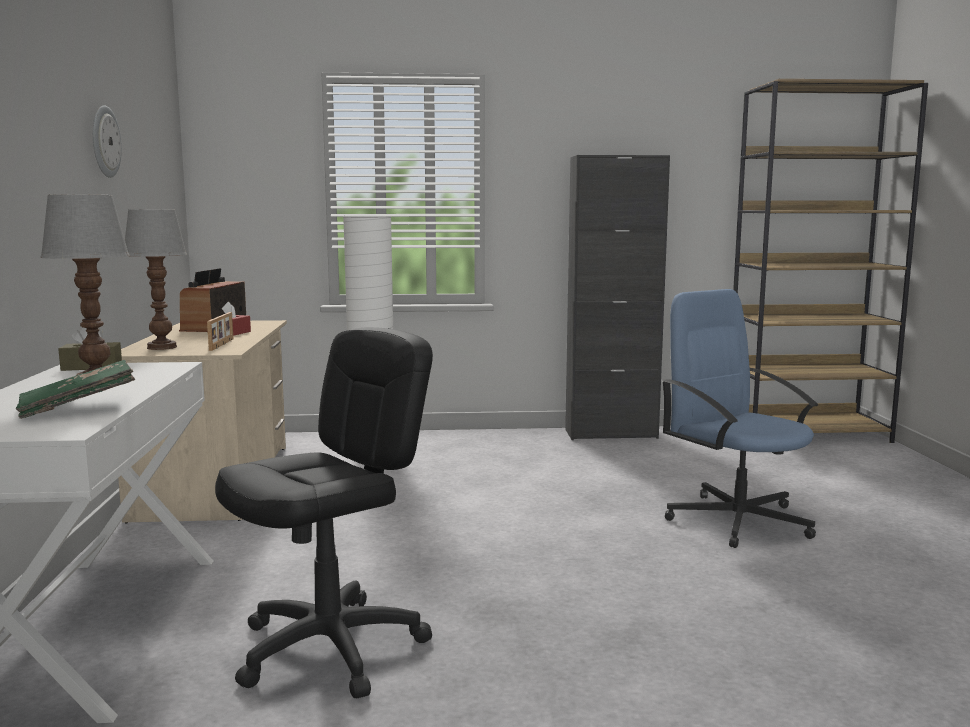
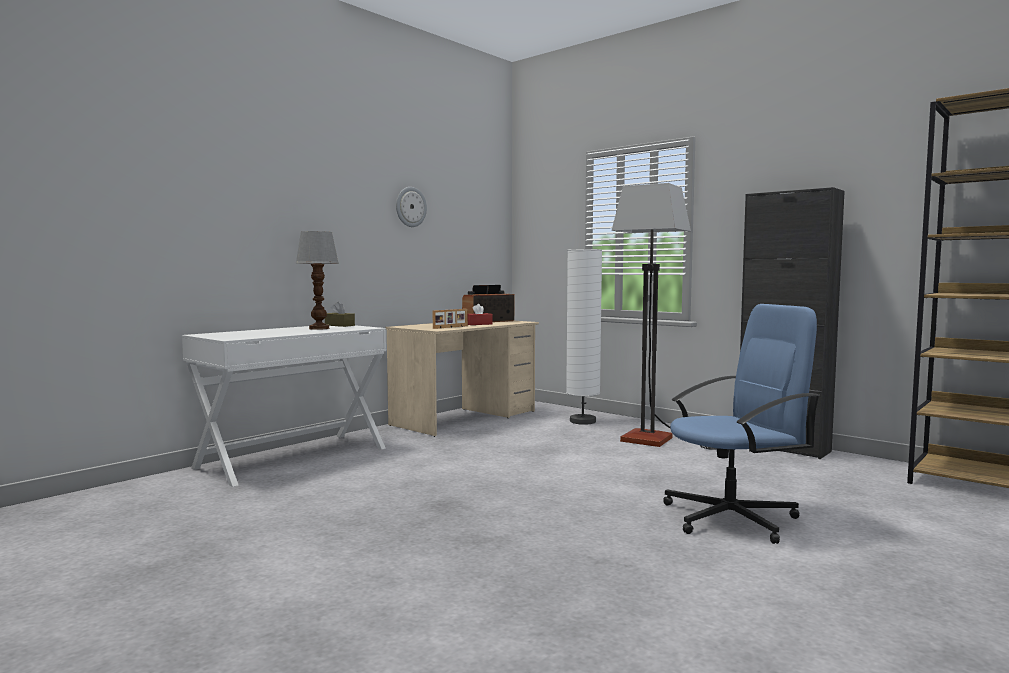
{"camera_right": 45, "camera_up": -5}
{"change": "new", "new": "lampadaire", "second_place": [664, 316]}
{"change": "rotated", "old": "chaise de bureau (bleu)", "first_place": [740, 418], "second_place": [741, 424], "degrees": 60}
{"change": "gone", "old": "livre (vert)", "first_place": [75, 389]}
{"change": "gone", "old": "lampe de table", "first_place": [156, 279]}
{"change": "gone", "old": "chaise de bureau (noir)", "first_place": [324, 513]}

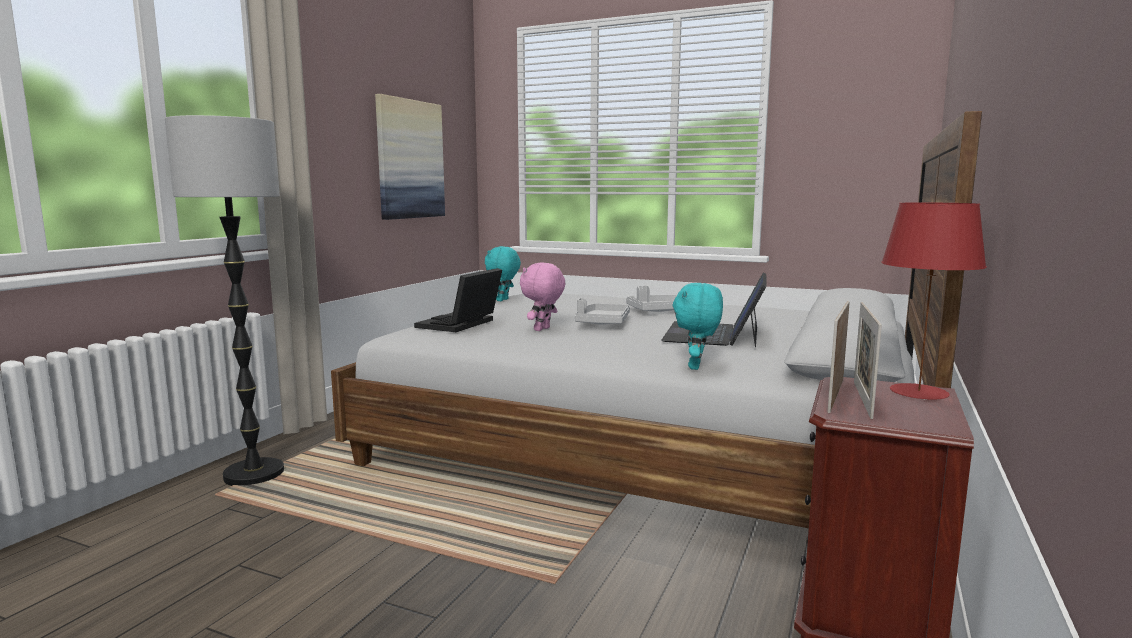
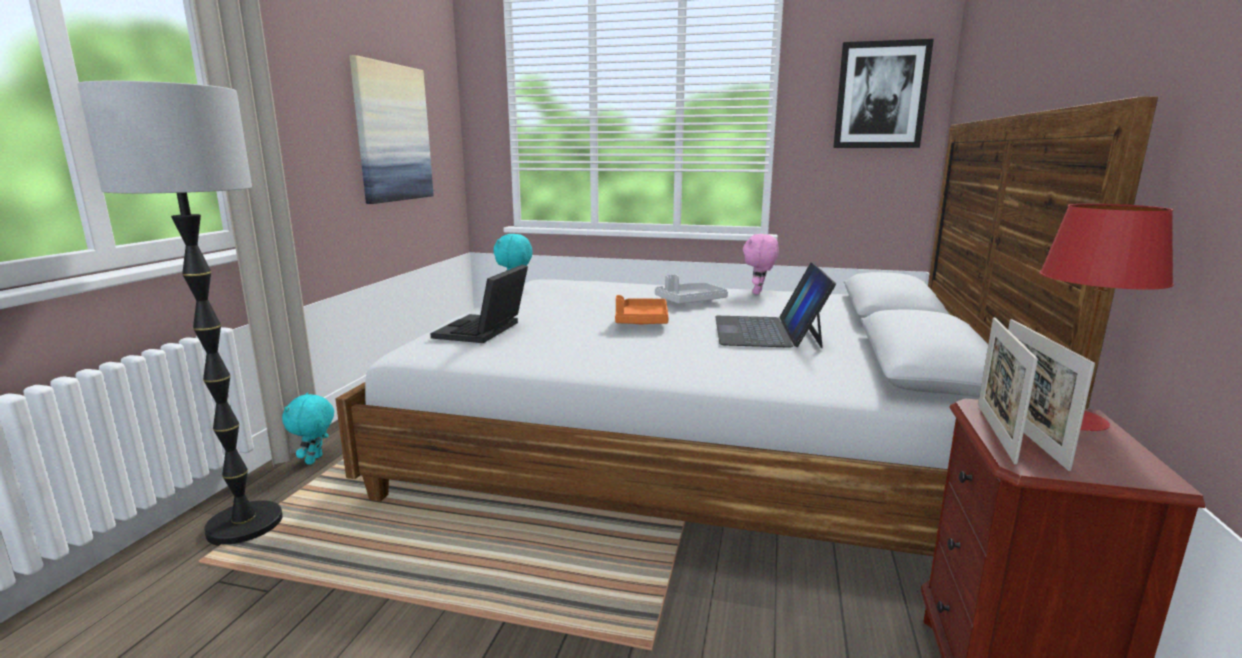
{"camera_right": -10, "camera_up": 5}
{"change": "shifted", "old": "peluche (turquoise)", "first_place": [698, 326], "second_place": [308, 428]}
{"change": "repainted", "old": "plateau (gris)", "new": "plateau (orange)", "first_place": [602, 311], "second_place": [642, 309]}
{"change": "shifted", "old": "peluche (rose)", "first_place": [542, 297], "second_place": [761, 264]}
{"change": "new", "new": "tableau", "second_place": [883, 93]}

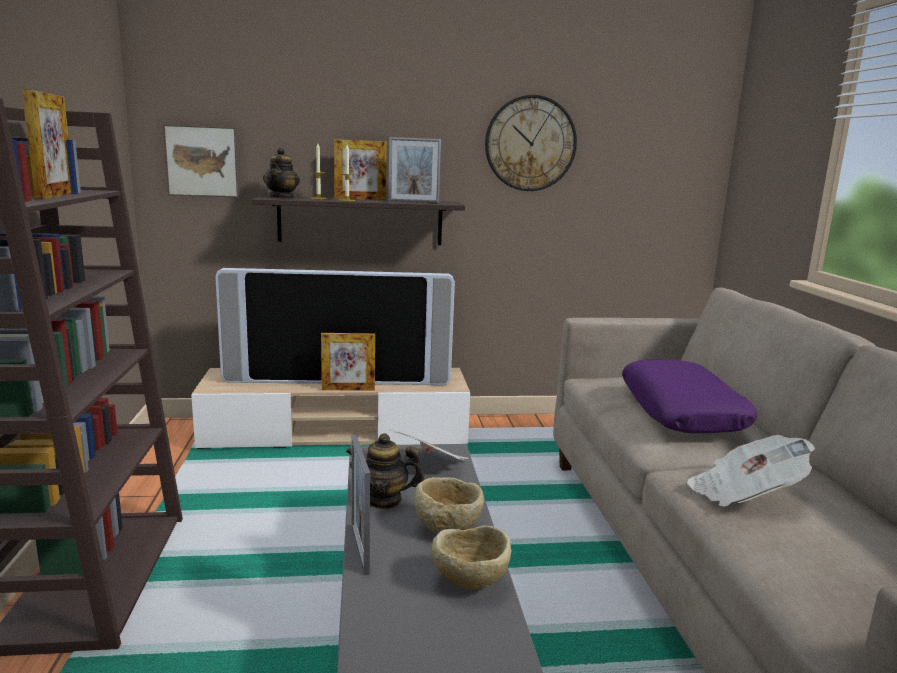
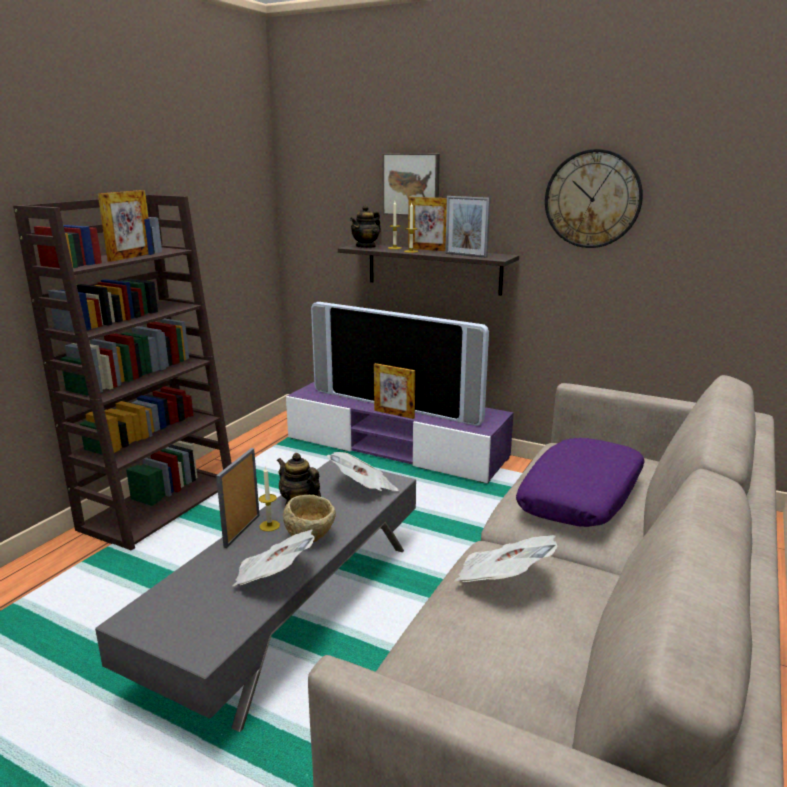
{"camera_right": 35, "camera_up": 5}
{"change": "swapped", "old": "bol (beige)", "new": "journal", "first_place": [472, 557], "second_place": [273, 558]}
{"change": "new", "new": "bougie", "second_place": [269, 499]}
{"change": "repainted", "old": "meuble télé (beige)", "new": "meuble télé (violet)", "first_place": [330, 408], "second_place": [400, 433]}
{"change": "shifted", "old": "tableau", "first_place": [201, 161], "second_place": [411, 184]}

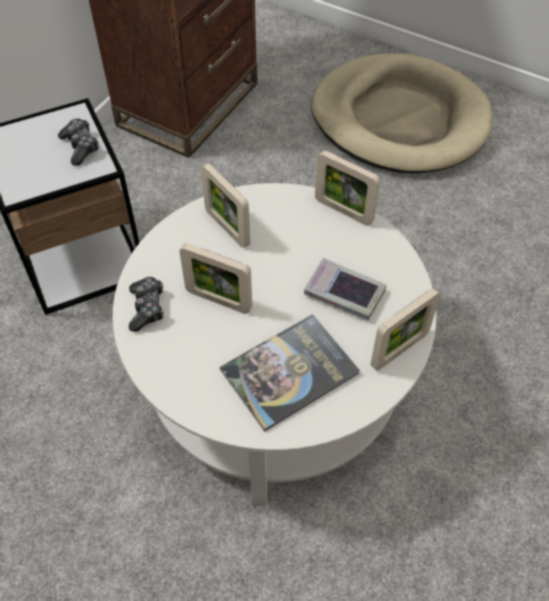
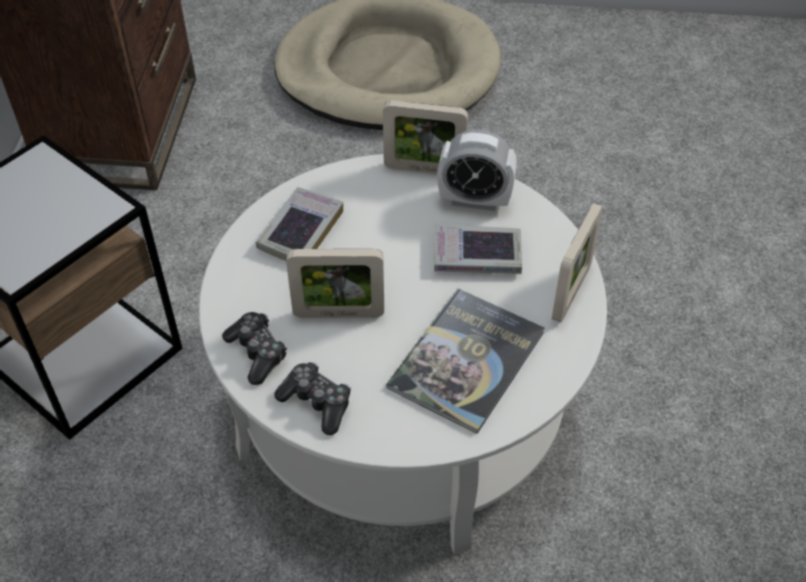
{"camera_right": -25, "camera_up": -5}
{"change": "swapped", "old": "cadre photo", "new": "livre", "first_place": [225, 205], "second_place": [299, 224]}
{"change": "shifted", "old": "manette", "first_place": [78, 142], "second_place": [312, 398]}
{"change": "new", "new": "réveil", "second_place": [477, 170]}

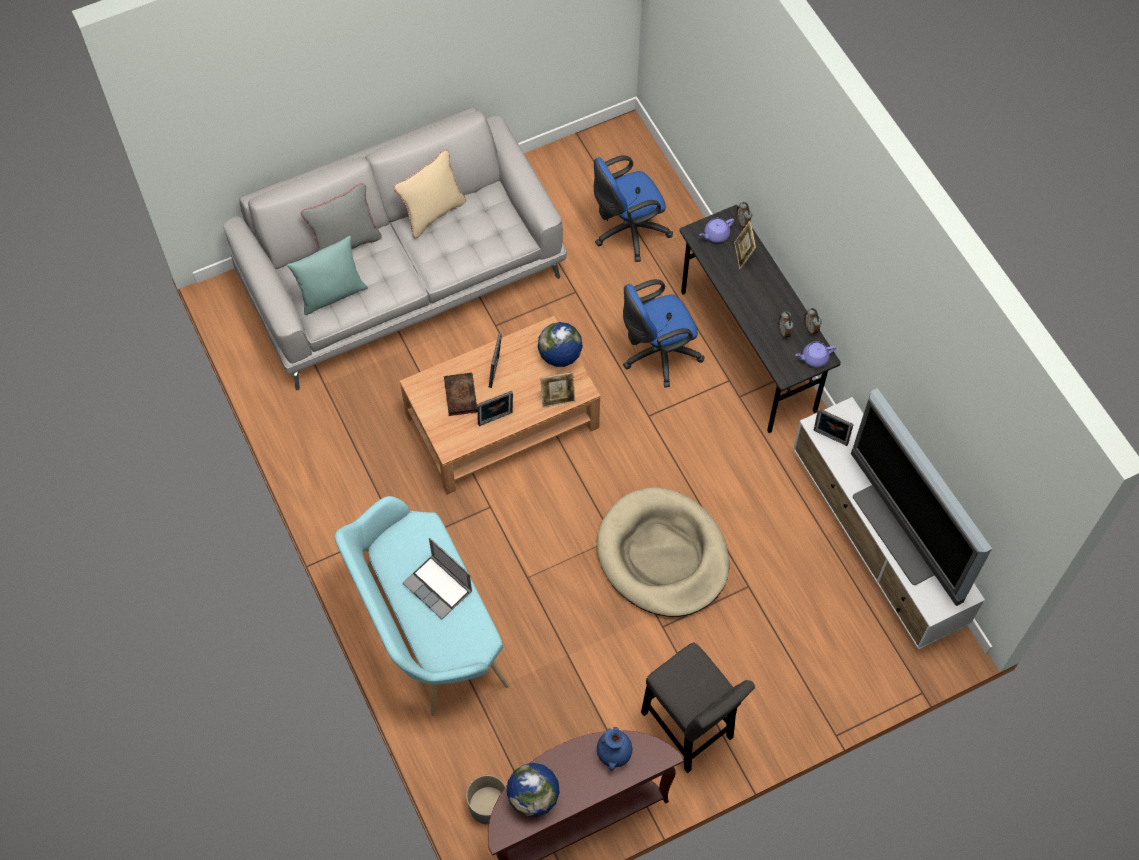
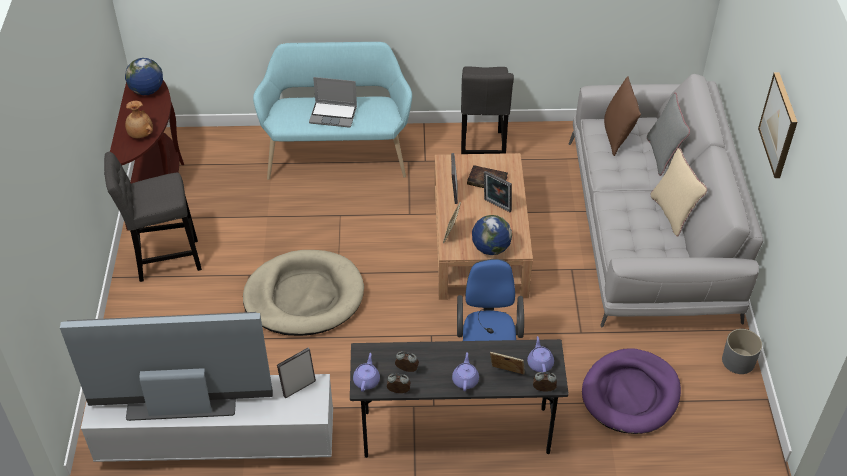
{"camera_right": 115, "camera_up": -15}
{"change": "repainted", "old": "vase (bleu)", "new": "vase (marron)", "first_place": [614, 749], "second_place": [139, 119]}
{"change": "rotated", "old": "ordinateur portable", "first_place": [437, 578], "second_place": [333, 102], "degrees": -150}
{"change": "new", "new": "théière (violet)", "second_place": [465, 371]}
{"change": "new", "new": "tabouret (gris)", "second_place": [487, 110]}
{"change": "swapped", "old": "chaise de bureau (bleu)", "new": "panier pour chien (violet)", "first_place": [633, 208], "second_place": [631, 391]}
{"change": "repainted", "old": "coussin (turquoise)", "new": "coussin (marron)", "first_place": [327, 275], "second_place": [622, 116]}
{"change": "shifted", "old": "cache-pot (gris)", "first_place": [486, 800], "second_place": [742, 351]}
{"change": "new", "new": "tableau", "second_place": [777, 125]}

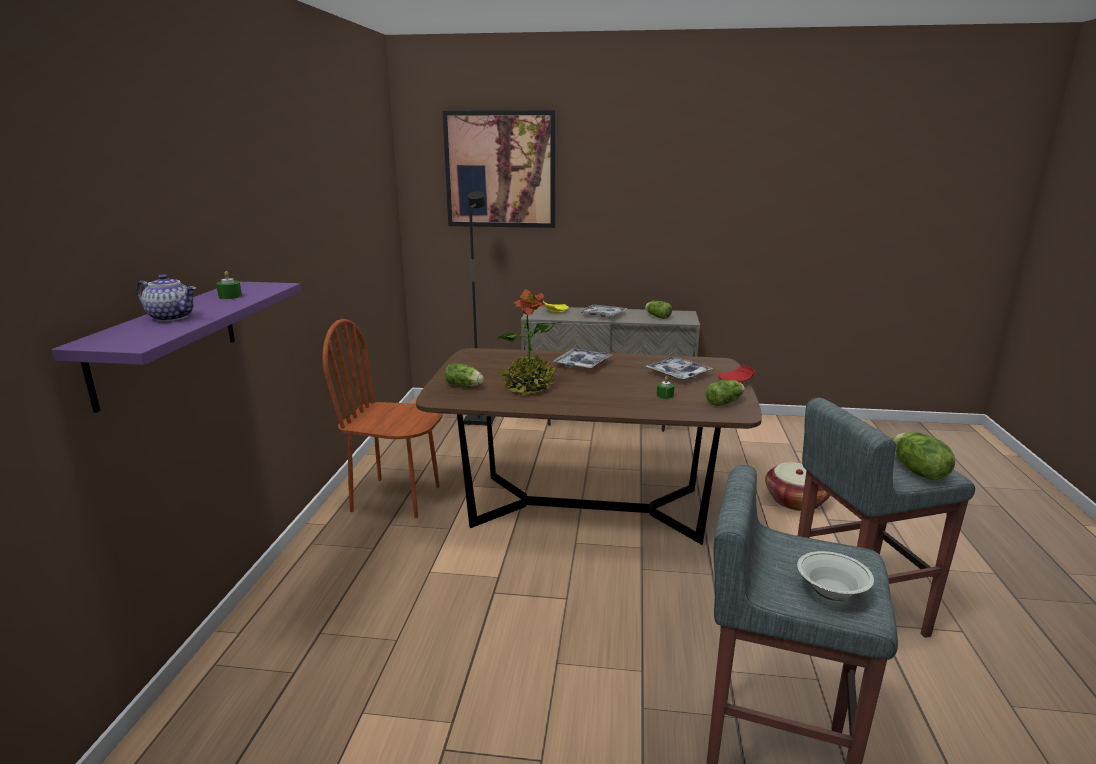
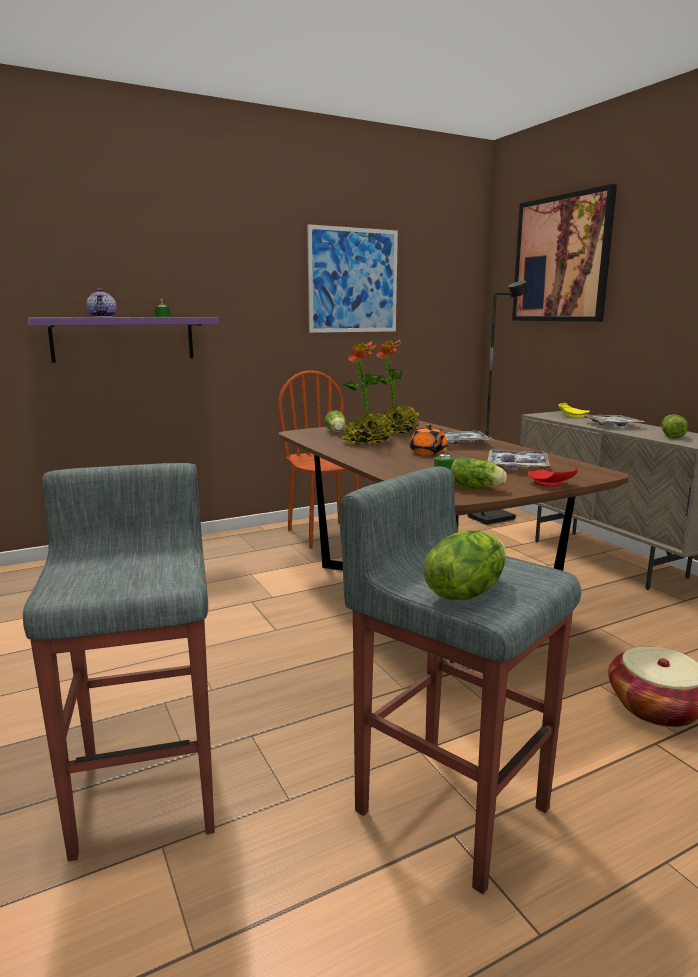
{"camera_right": 55, "camera_up": -5}
{"change": "new", "new": "tableau", "second_place": [352, 278]}
{"change": "new", "new": "plante en pot", "second_place": [398, 386]}
{"change": "new", "new": "théière (orange)", "second_place": [429, 439]}
{"change": "gone", "old": "bol (blanc)", "first_place": [835, 576]}

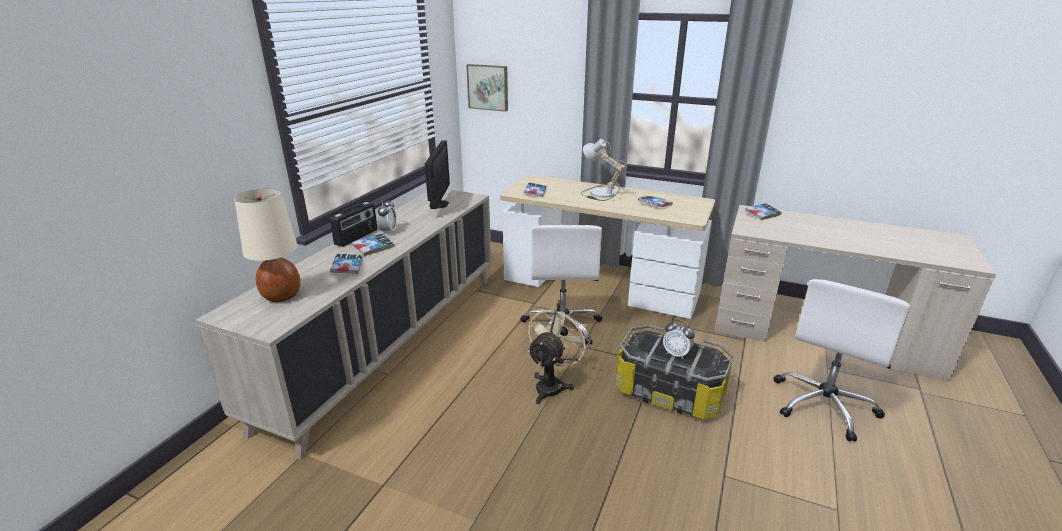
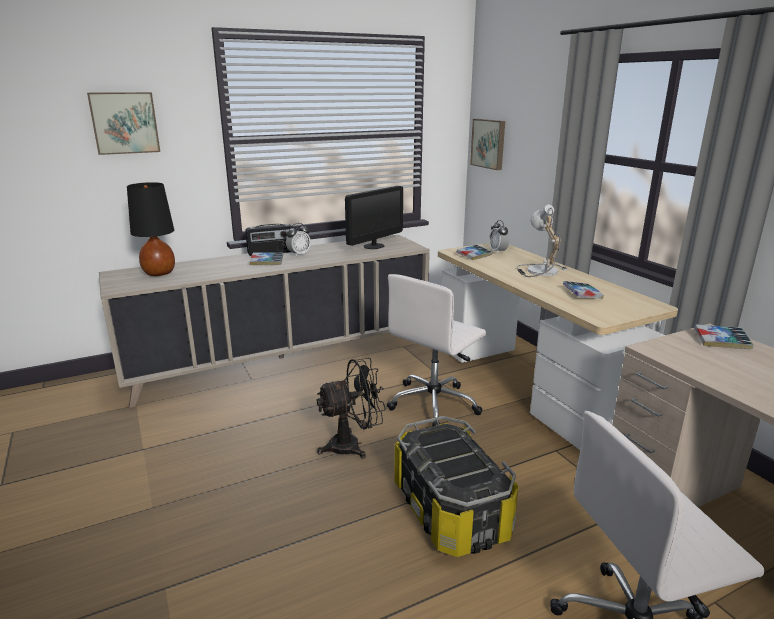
{"camera_right": 40, "camera_up": -5}
{"change": "new", "new": "tableau", "second_place": [123, 123]}
{"change": "repainted", "old": "lampe de table (beige)", "new": "lampe de table (noir)", "first_place": [267, 245], "second_place": [151, 229]}
{"change": "repainted", "old": "ventilateur (beige)", "new": "ventilateur (noir)", "first_place": [559, 354], "second_place": [351, 408]}
{"change": "shifted", "old": "réveil", "first_place": [679, 339], "second_place": [499, 237]}
{"change": "gone", "old": "livre", "first_place": [346, 264]}

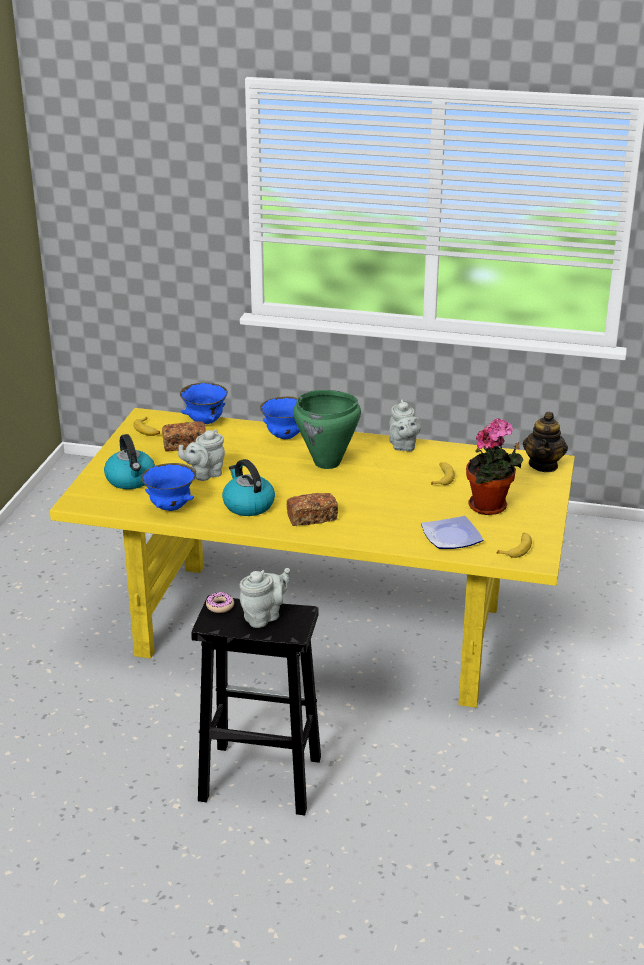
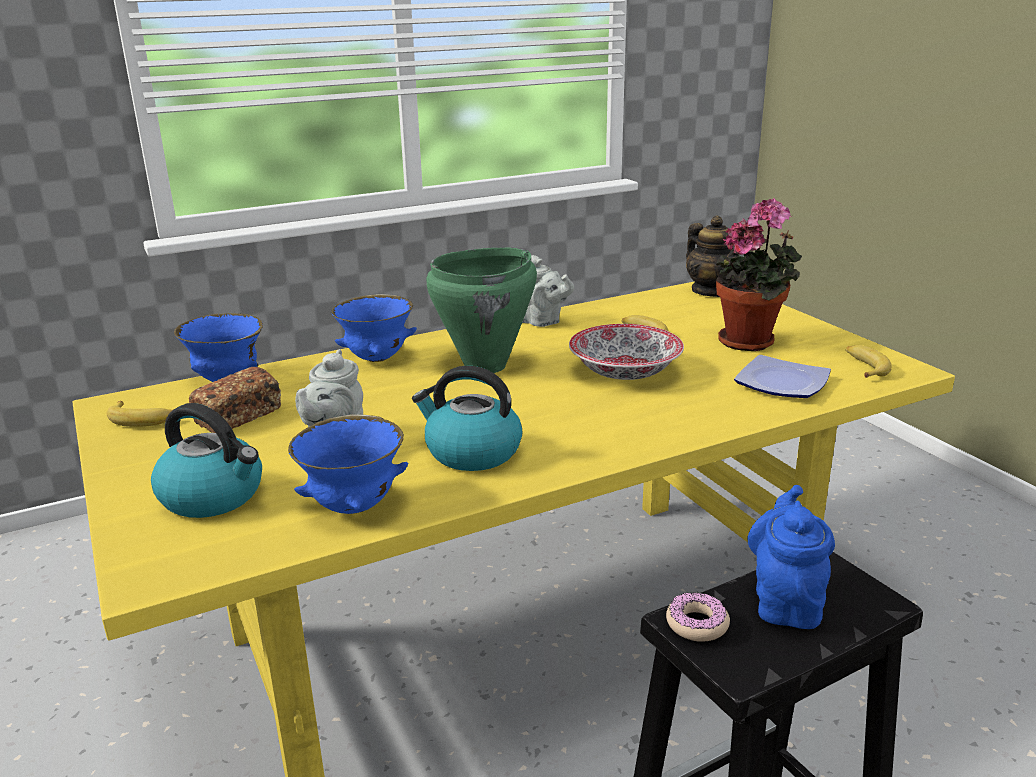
{"camera_right": -40, "camera_up": -5}
{"change": "new", "new": "bol", "second_place": [626, 352]}
{"change": "repainted", "old": "théière (gris)", "new": "théière (bleu)", "first_place": [265, 598], "second_place": [791, 557]}
{"change": "gone", "old": "pain", "first_place": [312, 509]}

